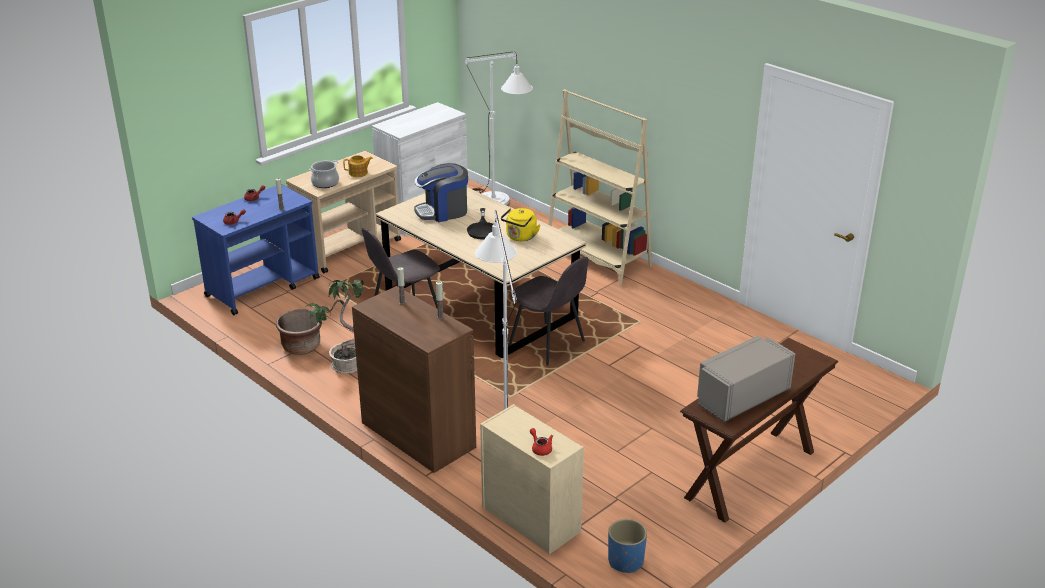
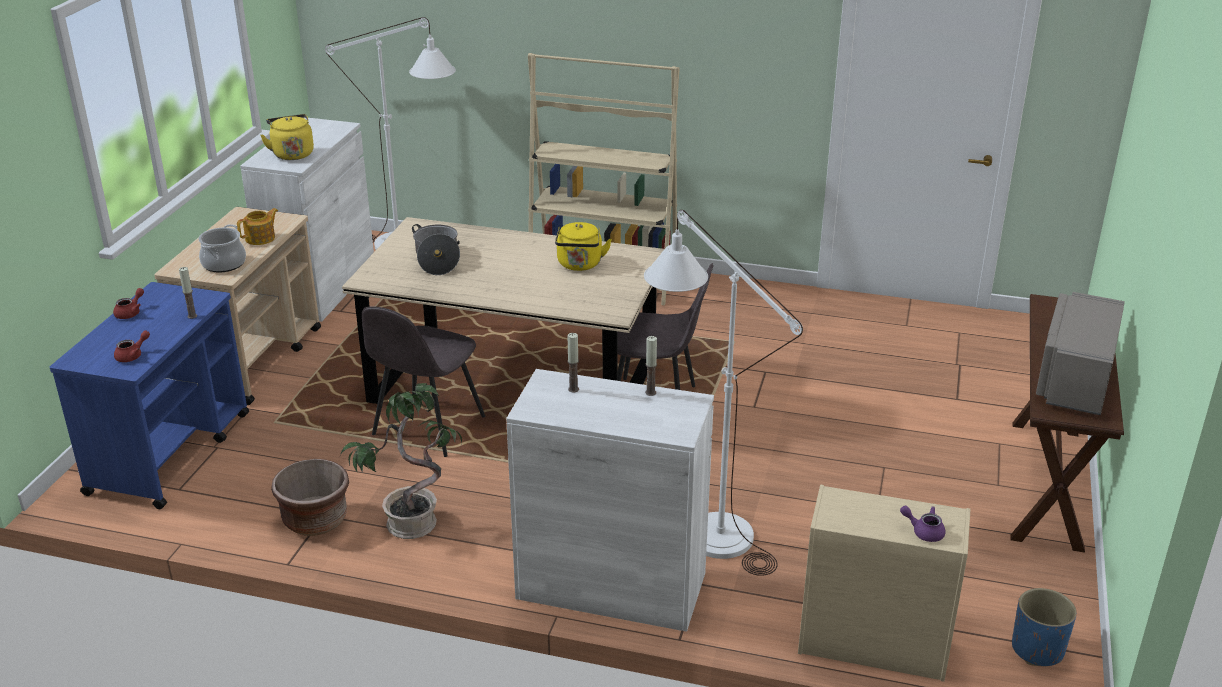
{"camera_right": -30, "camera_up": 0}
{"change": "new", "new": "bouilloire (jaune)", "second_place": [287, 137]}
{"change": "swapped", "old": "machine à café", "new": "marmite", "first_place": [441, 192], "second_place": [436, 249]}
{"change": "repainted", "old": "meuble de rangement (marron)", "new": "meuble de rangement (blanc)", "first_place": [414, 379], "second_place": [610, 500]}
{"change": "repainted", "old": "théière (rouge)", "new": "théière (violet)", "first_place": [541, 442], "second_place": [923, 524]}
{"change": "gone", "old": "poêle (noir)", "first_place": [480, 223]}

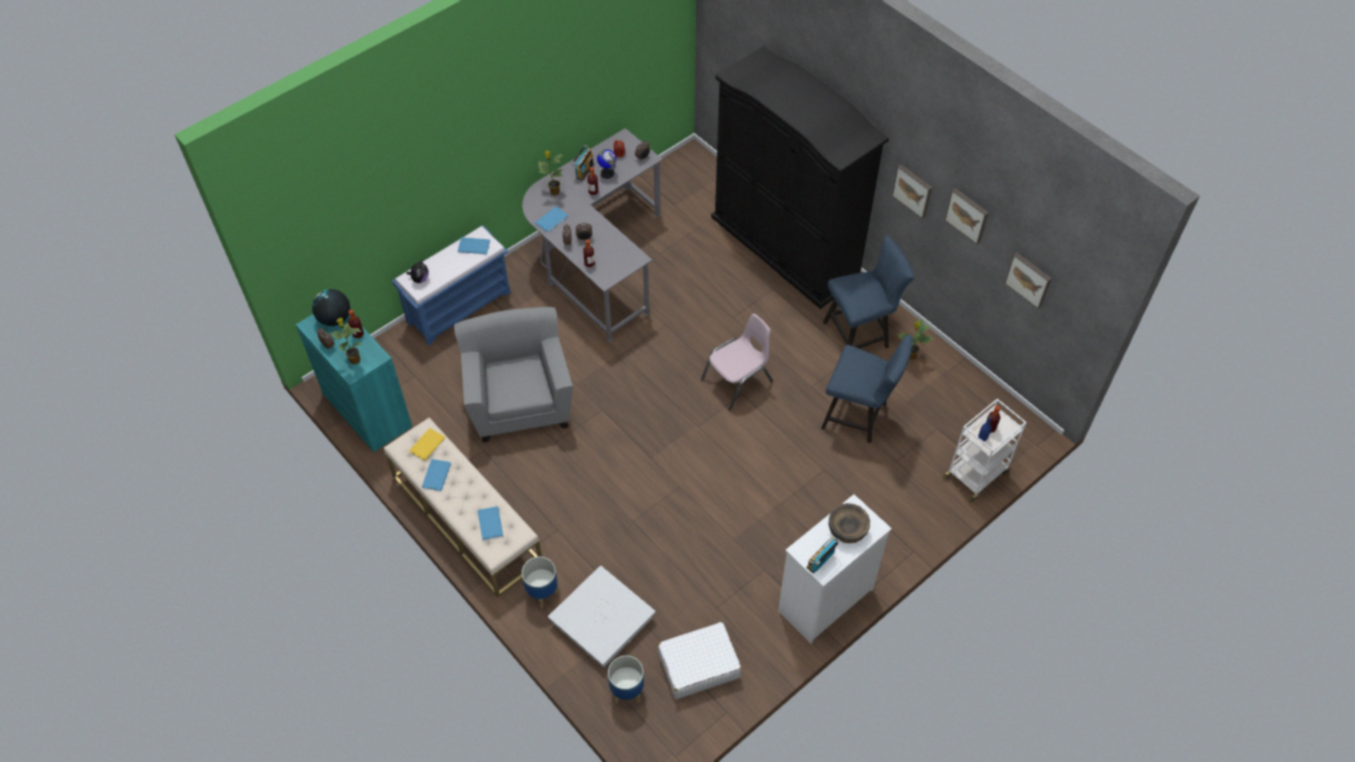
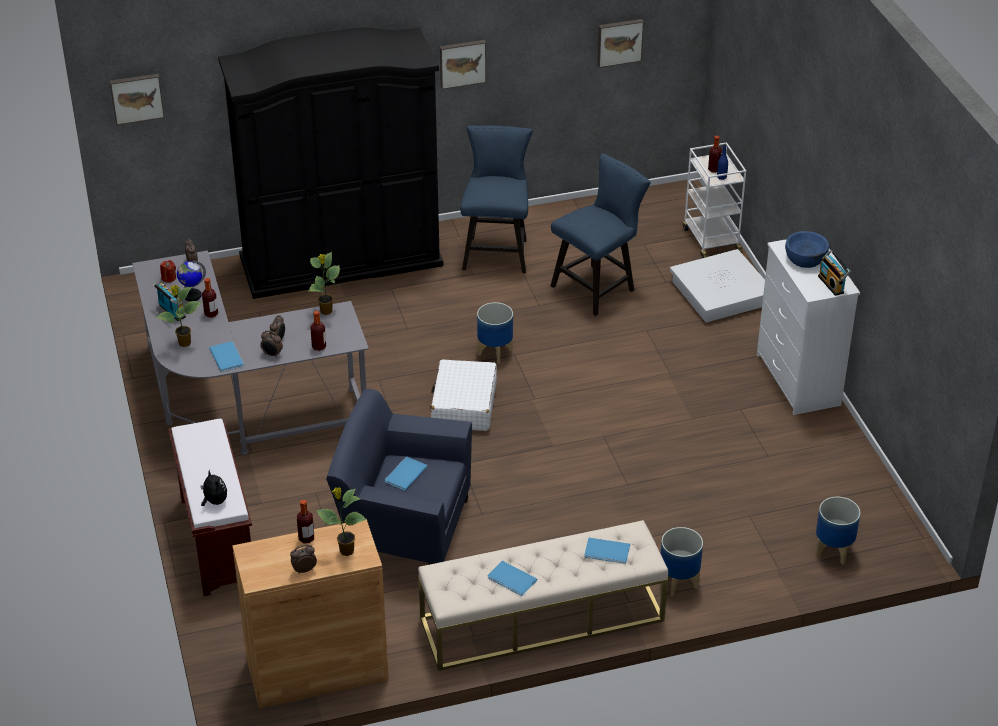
{"camera_right": -65, "camera_up": -15}
{"change": "shifted", "old": "tableau", "first_place": [967, 216], "second_place": [137, 99]}
{"change": "repainted", "old": "banc (bleu)", "new": "banc (marron)", "first_place": [451, 285], "second_place": [210, 507]}
{"change": "repainted", "old": "meuble de rangement (turquoise)", "new": "meuble de rangement (marron)", "first_place": [354, 383], "second_place": [310, 614]}
{"change": "shifted", "old": "plante en pot", "first_place": [915, 339], "second_place": [324, 283]}
{"change": "repainted", "old": "fauteuil (gris)", "new": "fauteuil (bleu)", "first_place": [513, 375], "second_place": [399, 477]}
{"change": "shifted", "old": "livre (bleu)", "first_place": [474, 245], "second_place": [406, 474]}
{"change": "shifted", "old": "valise (blanc)", "first_place": [700, 660], "second_place": [464, 395]}
{"change": "swapped", "old": "chaise (rose)", "new": "cache-pot", "first_place": [737, 362], "second_place": [495, 333]}
{"change": "shifted", "old": "boîte de rangement (blanc)", "first_place": [602, 616], "second_place": [717, 286]}
{"change": "repainted", "old": "bol (marron)", "new": "bol (bleu)", "first_place": [849, 523], "second_place": [807, 249]}
{"change": "gone", "old": "globe", "first_place": [331, 307]}
{"change": "gone", "old": "livre (jaune)", "first_place": [427, 444]}

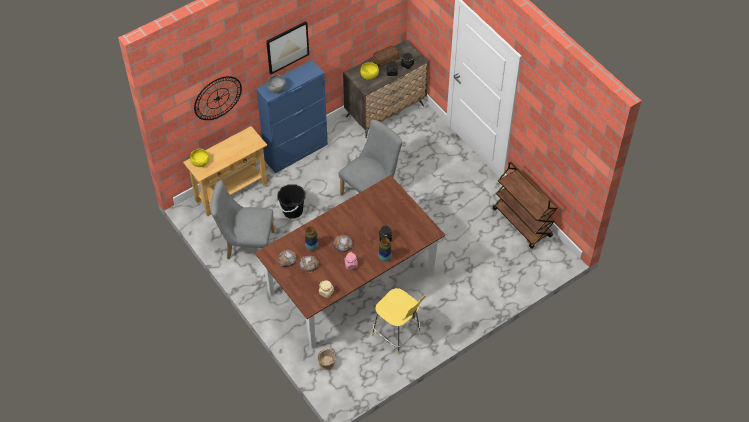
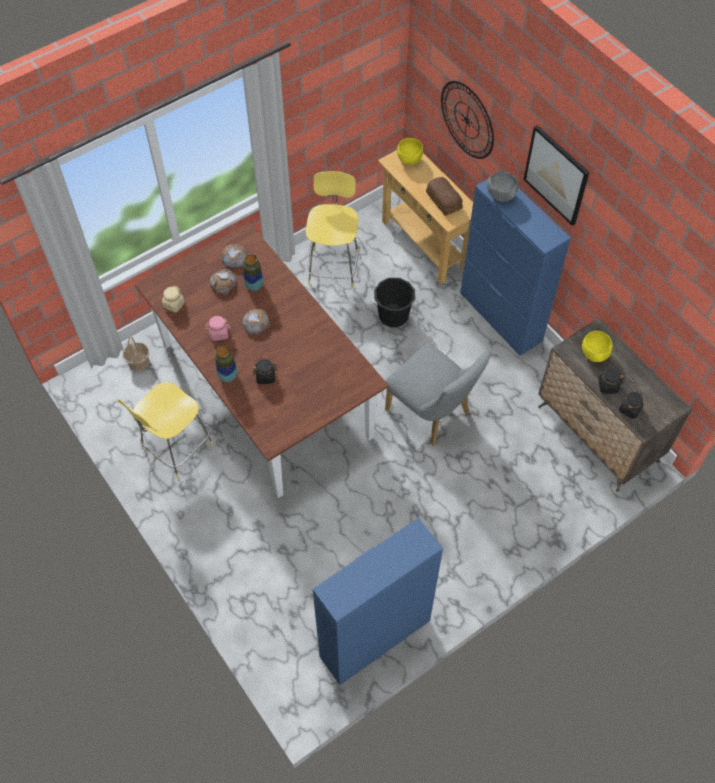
{"camera_right": 90, "camera_up": 5}
{"change": "swapped", "old": "chaise (gris)", "new": "tabouret (jaune)", "first_place": [242, 219], "second_place": [333, 229]}
{"change": "swapped", "old": "chariot (marron)", "new": "meuble de rangement (bleu)", "first_place": [525, 205], "second_place": [378, 601]}
{"change": "shifted", "old": "pain", "first_place": [386, 56], "second_place": [444, 196]}

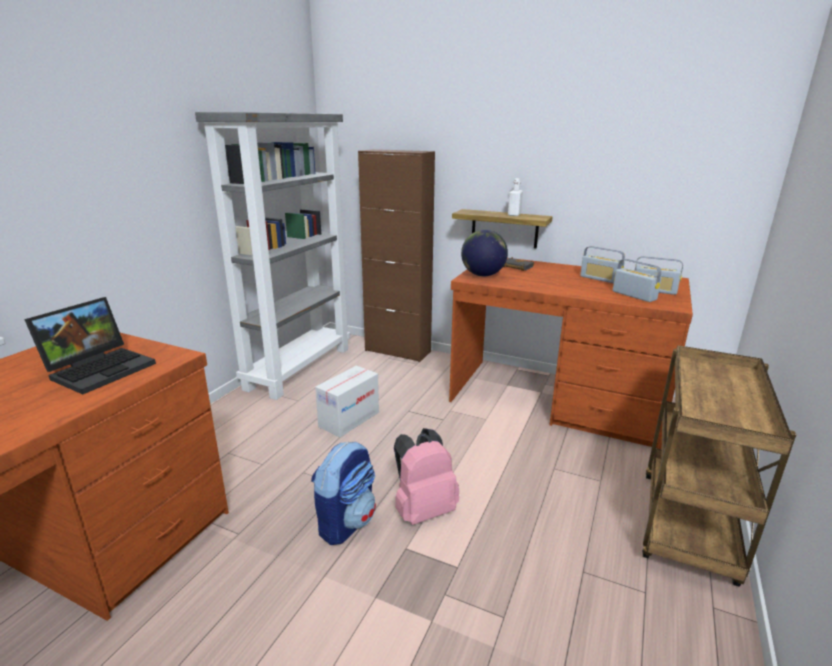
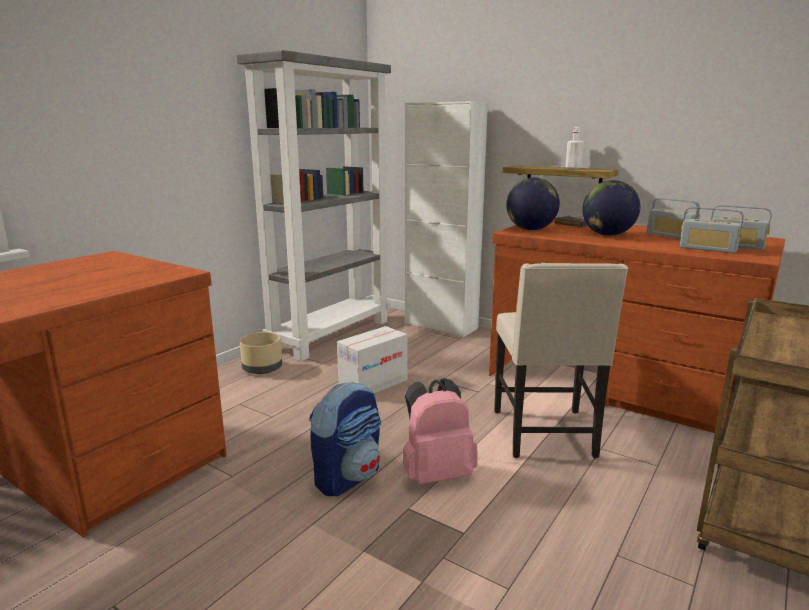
{"camera_right": 10, "camera_up": -5}
{"change": "new", "new": "cache-pot (beige)", "second_place": [261, 353]}
{"change": "repainted", "old": "meuble de rangement (marron)", "new": "meuble de rangement (blanc)", "first_place": [396, 255], "second_place": [446, 219]}
{"change": "new", "new": "chaise (beige)", "second_place": [561, 360]}
{"change": "new", "new": "globe", "second_place": [611, 208]}
{"change": "rotated", "old": "radio", "first_place": [637, 280], "second_place": [712, 230], "degrees": 150}
{"change": "gone", "old": "ordinateur portable", "first_place": [90, 345]}

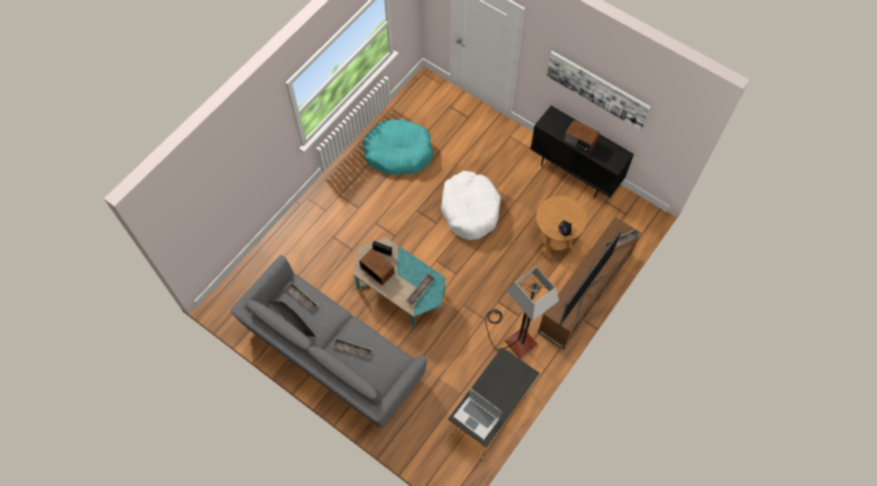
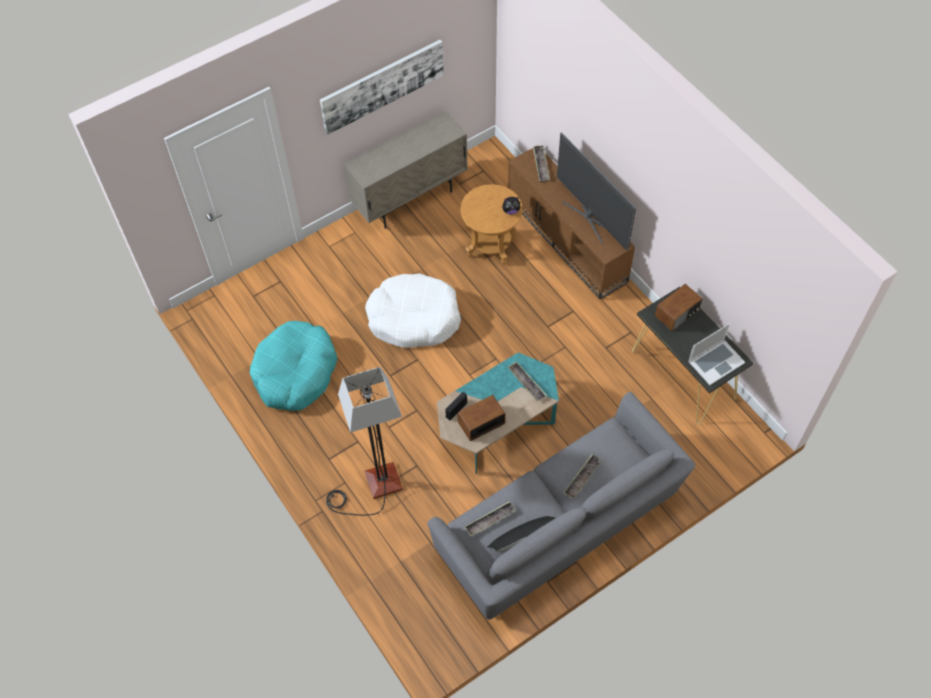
{"camera_right": -70, "camera_up": -5}
{"change": "shifted", "old": "lampadaire", "first_place": [522, 312], "second_place": [364, 441]}
{"change": "repainted", "old": "meuble de rangement (noir)", "new": "meuble de rangement (beige)", "first_place": [582, 152], "second_place": [406, 170]}
{"change": "shifted", "old": "radio", "first_place": [582, 137], "second_place": [678, 307]}

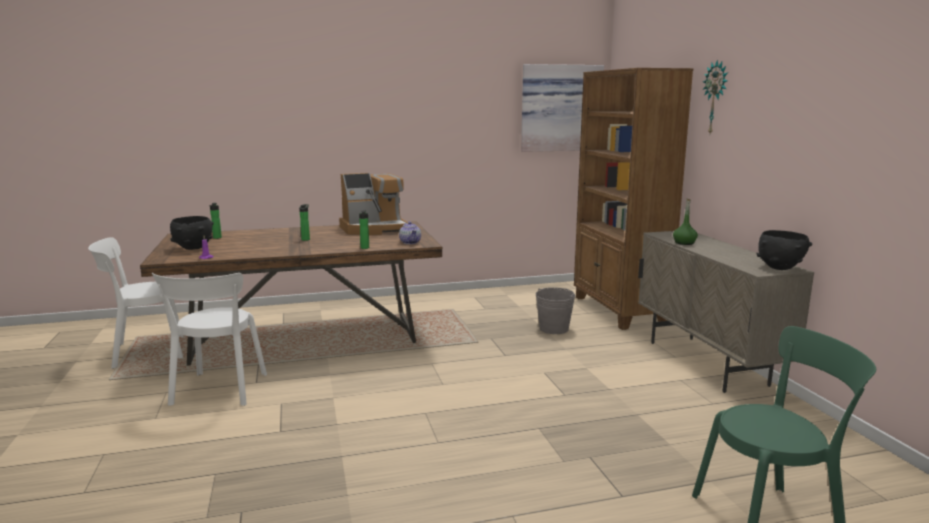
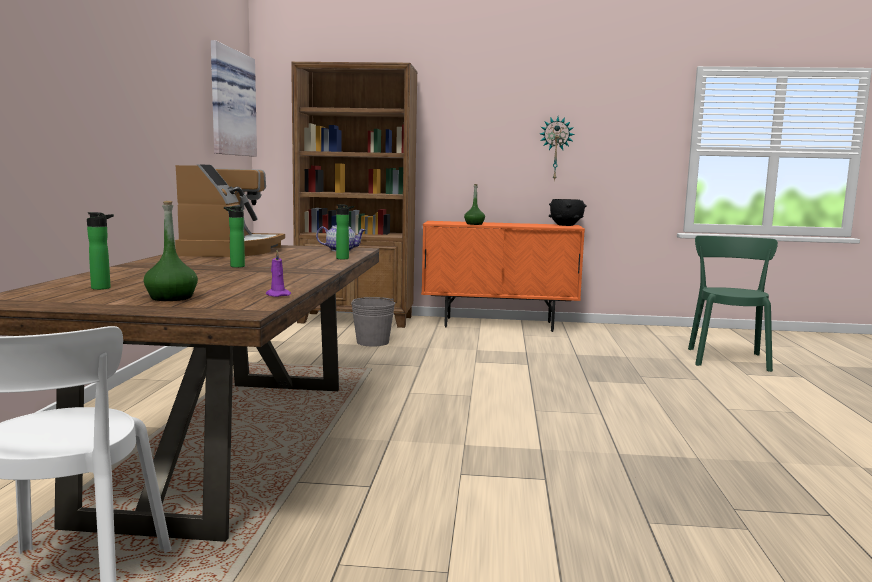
{"camera_right": -70, "camera_up": -5}
{"change": "swapped", "old": "bol (noir)", "new": "bouteille (vert)", "first_place": [192, 233], "second_place": [171, 251]}
{"change": "repainted", "old": "meuble de rangement (beige)", "new": "meuble de rangement (orange)", "first_place": [726, 312], "second_place": [503, 276]}
{"change": "shifted", "old": "horloge murale", "first_place": [715, 96], "second_place": [557, 149]}
{"change": "gone", "old": "chaise (blanc)", "first_place": [209, 339]}

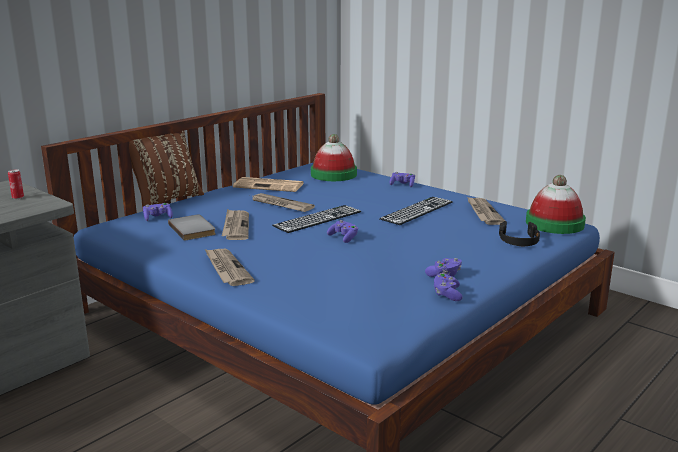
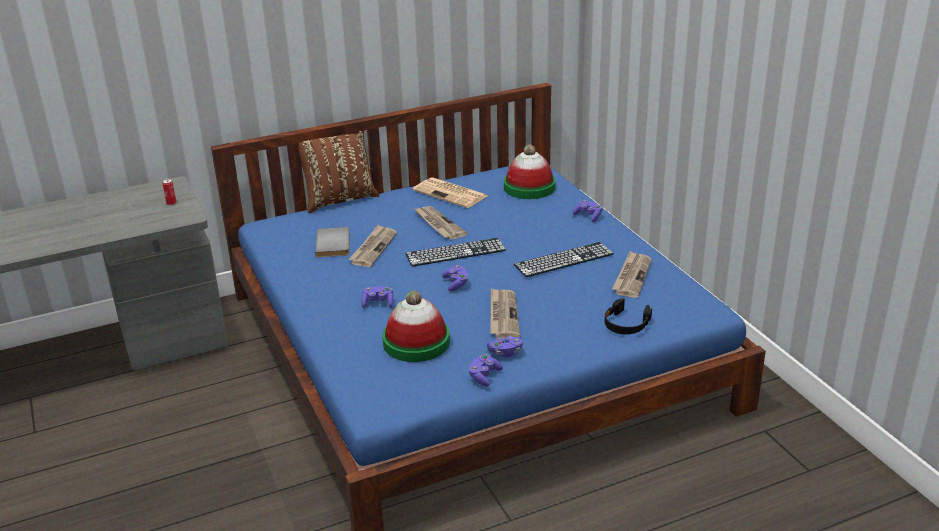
{"camera_right": 25, "camera_up": 10}
{"change": "shifted", "old": "manette (violet)", "first_place": [158, 212], "second_place": [377, 297]}
{"change": "shifted", "old": "chapeau", "first_place": [556, 204], "second_place": [416, 326]}
{"change": "shifted", "old": "journal", "first_place": [230, 267], "second_place": [505, 313]}

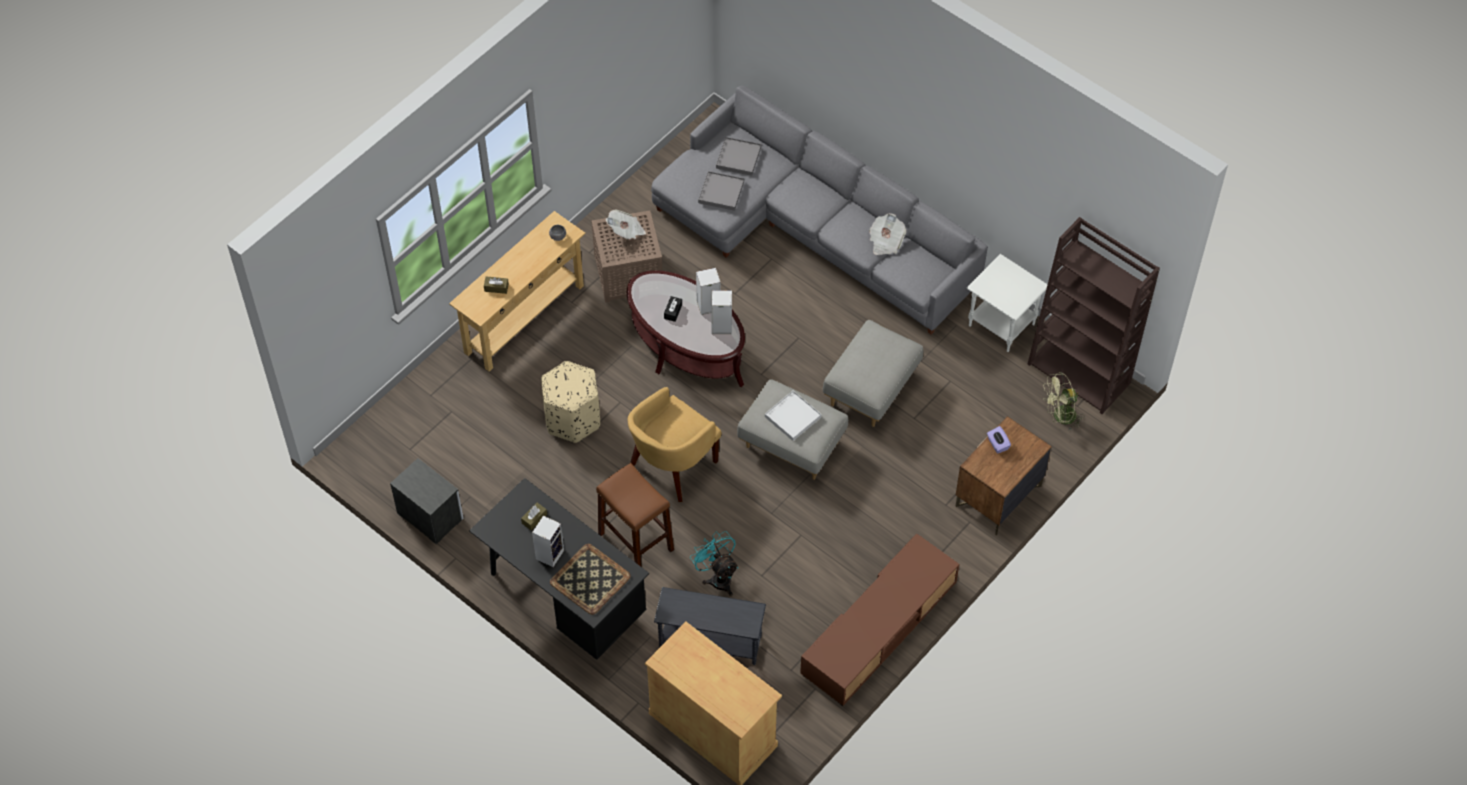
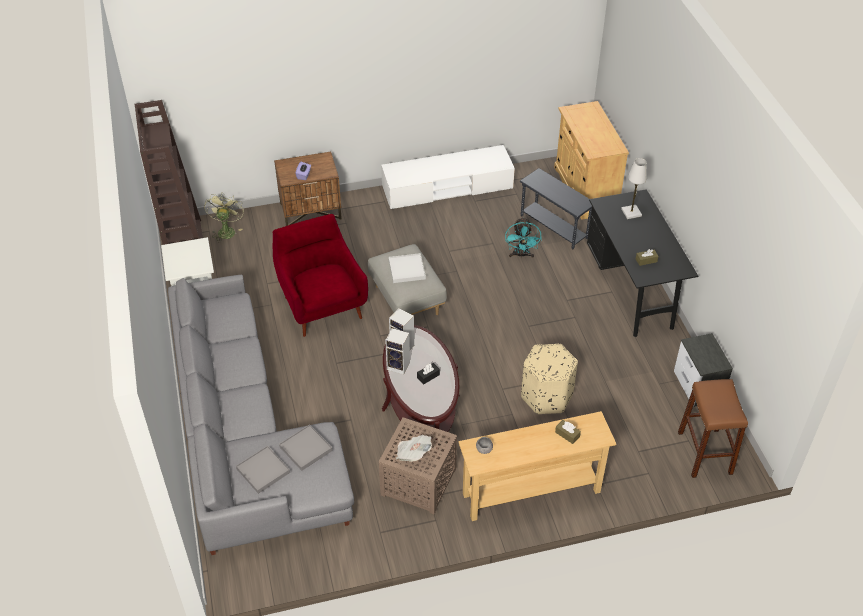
{"camera_right": -145, "camera_up": -10}
{"change": "rotated", "old": "ventilateur (vert)", "first_place": [1063, 401], "second_place": [224, 217], "degrees": -105}
{"change": "swapped", "old": "pouf (gris)", "new": "fauteuil (rouge)", "first_place": [873, 373], "second_place": [320, 275]}
{"change": "repainted", "old": "meuble télé (marron)", "new": "meuble télé (blanc)", "first_place": [879, 619], "second_place": [448, 177]}
{"change": "swapped", "old": "plateau", "new": "lampe de table (blanc)", "first_place": [590, 579], "second_place": [634, 188]}
{"change": "shifted", "old": "tabouret (marron)", "first_place": [635, 514], "second_place": [713, 428]}
{"change": "gone", "old": "enceinte", "first_place": [548, 541]}
{"change": "gone", "old": "fauteuil (jaune)", "first_place": [675, 444]}
{"change": "gone", "old": "journal", "first_place": [887, 234]}

